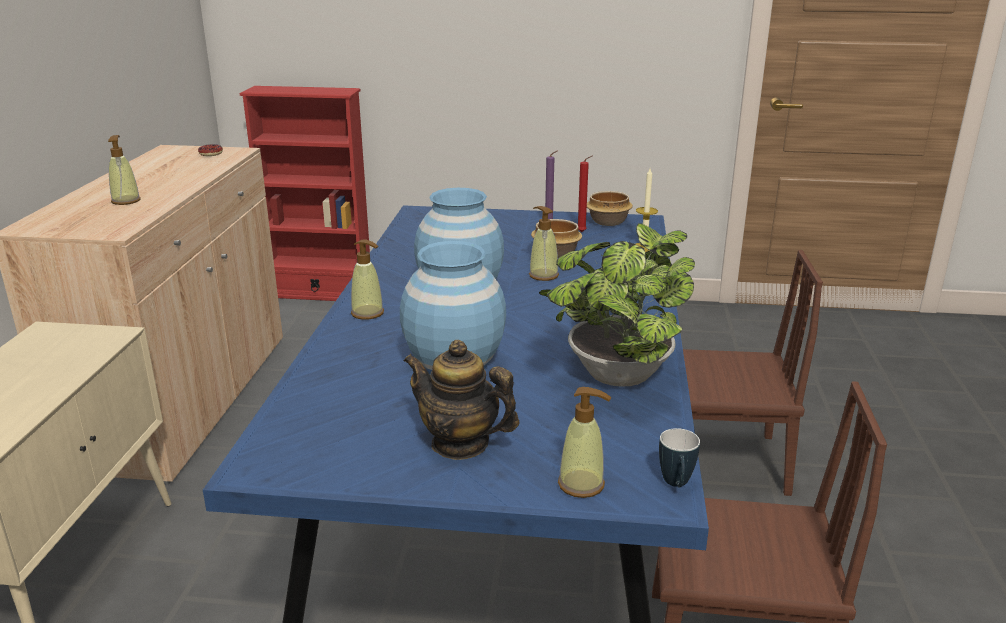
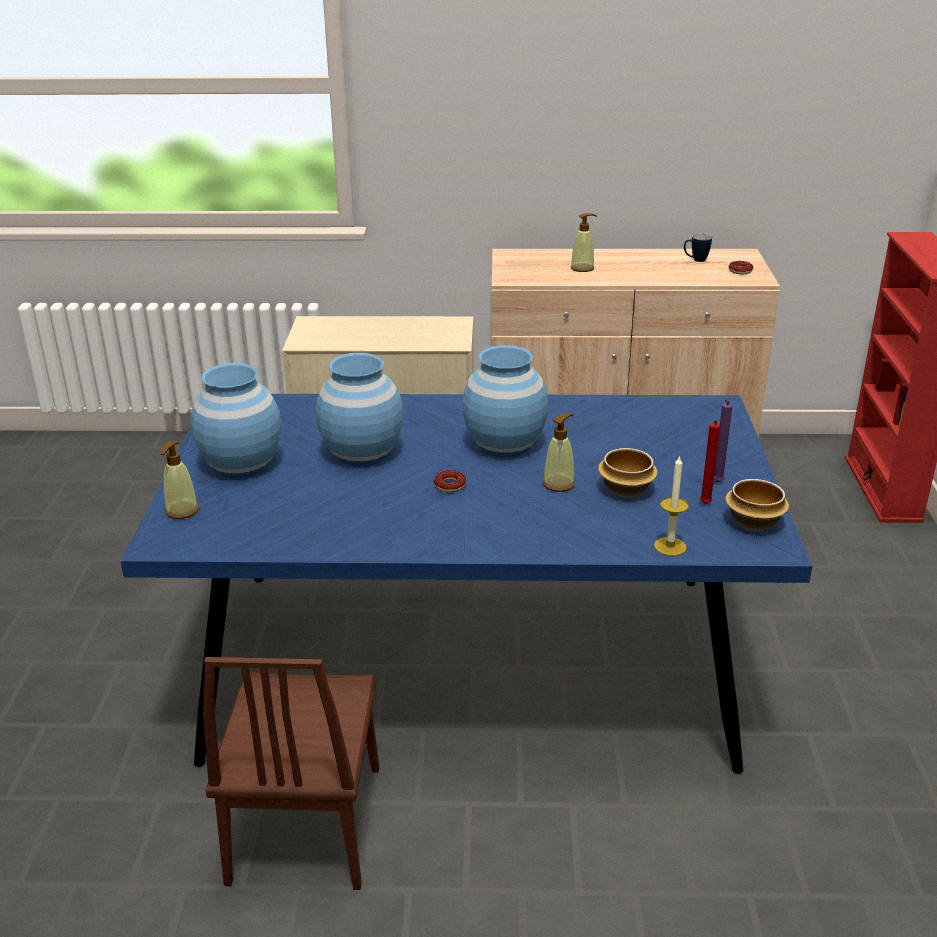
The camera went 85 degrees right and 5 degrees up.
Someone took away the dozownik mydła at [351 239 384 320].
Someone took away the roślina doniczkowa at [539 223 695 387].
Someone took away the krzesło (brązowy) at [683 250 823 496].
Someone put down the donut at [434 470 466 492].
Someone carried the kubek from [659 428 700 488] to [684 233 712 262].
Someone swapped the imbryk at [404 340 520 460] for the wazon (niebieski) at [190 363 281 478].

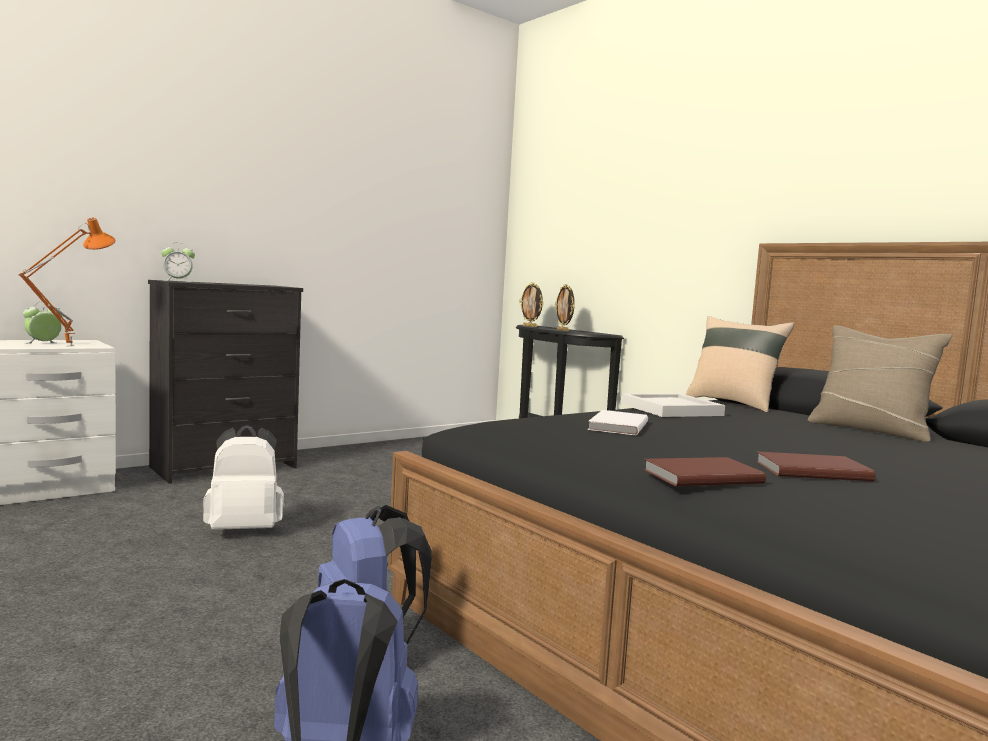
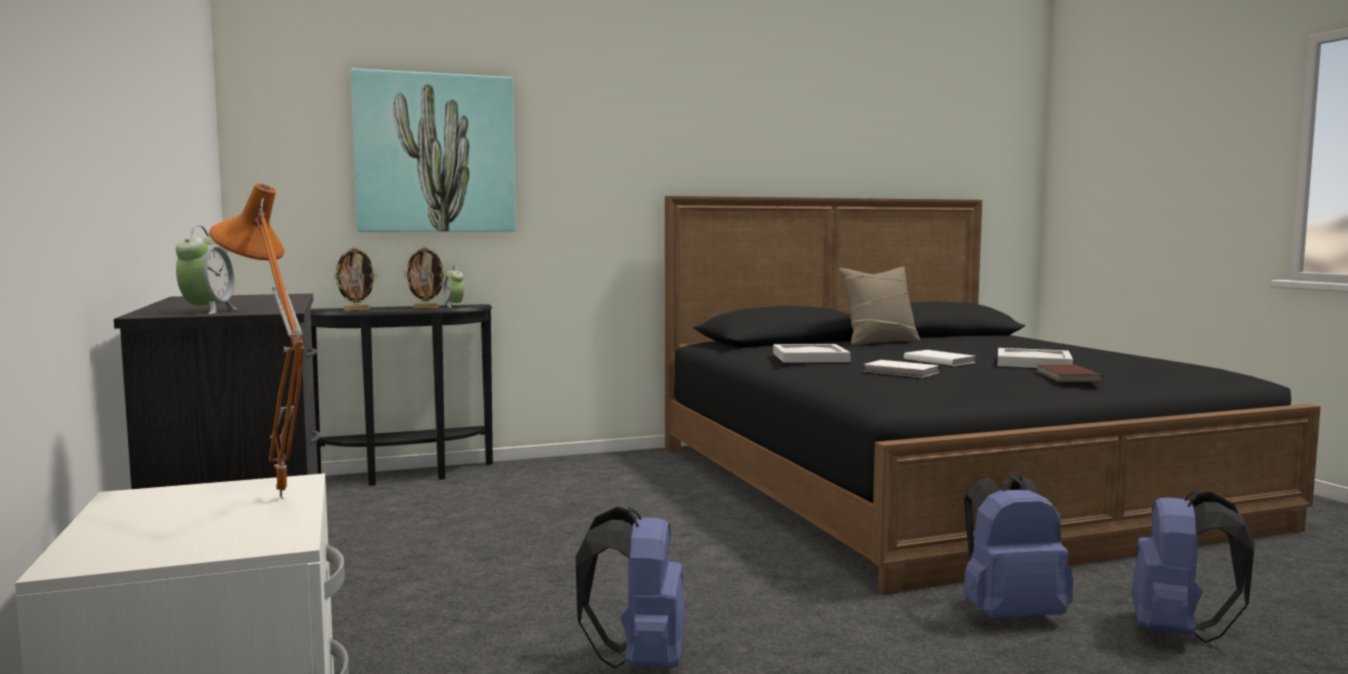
The camera went 70 degrees left and 0 degrees up.
Someone took away the poduszka (beżowy) at [686 316 794 412].
Someone put up the obraz at [351 68 516 232].
Someone put down the książka (biały) at [904 350 976 366].
Someone carried the budzik from [23 301 63 344] to [443 266 464 307].
Someone swapped the książka (brązowy) at [756 451 875 482] for the taca (biały) at [998 348 1073 368].
Someone repainted the plecak (biały) at [203 425 284 530], which became the plecak (niebieski) at [575 507 686 669].

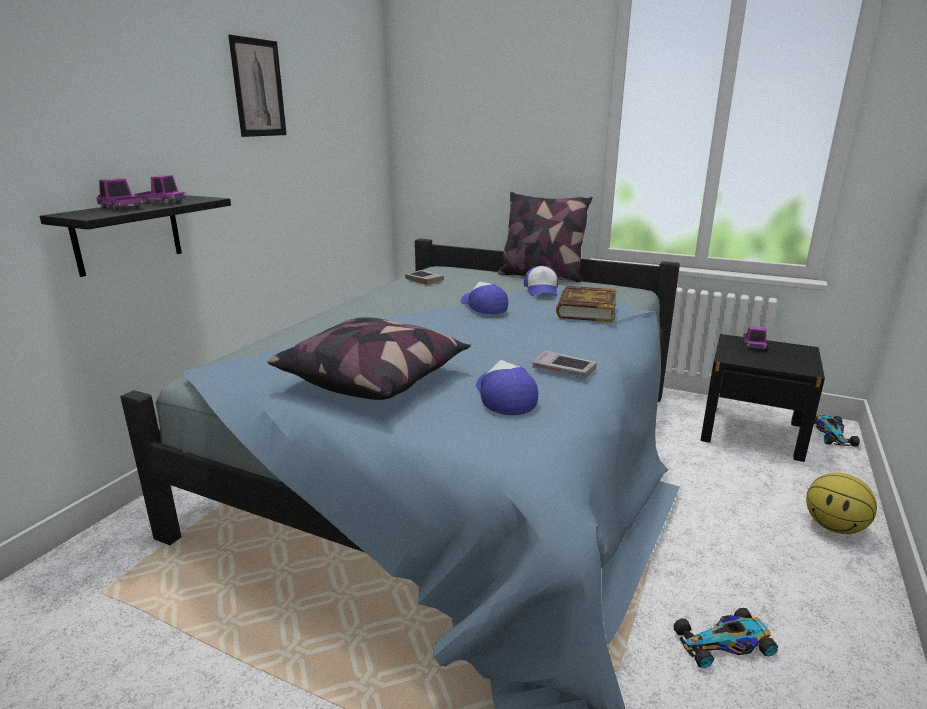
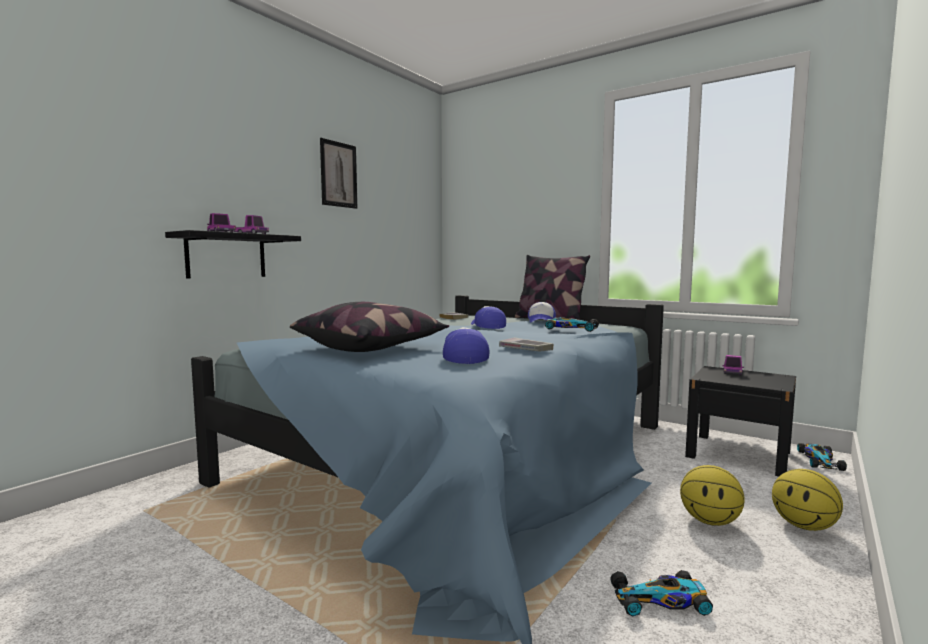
The camera went 10 degrees right and 15 degrees down.
Someone put down the piłka do koszykówki at [680 465 745 526].
Someone swapped the książka at [556 286 616 322] for the samochodzik at [545 317 599 332].

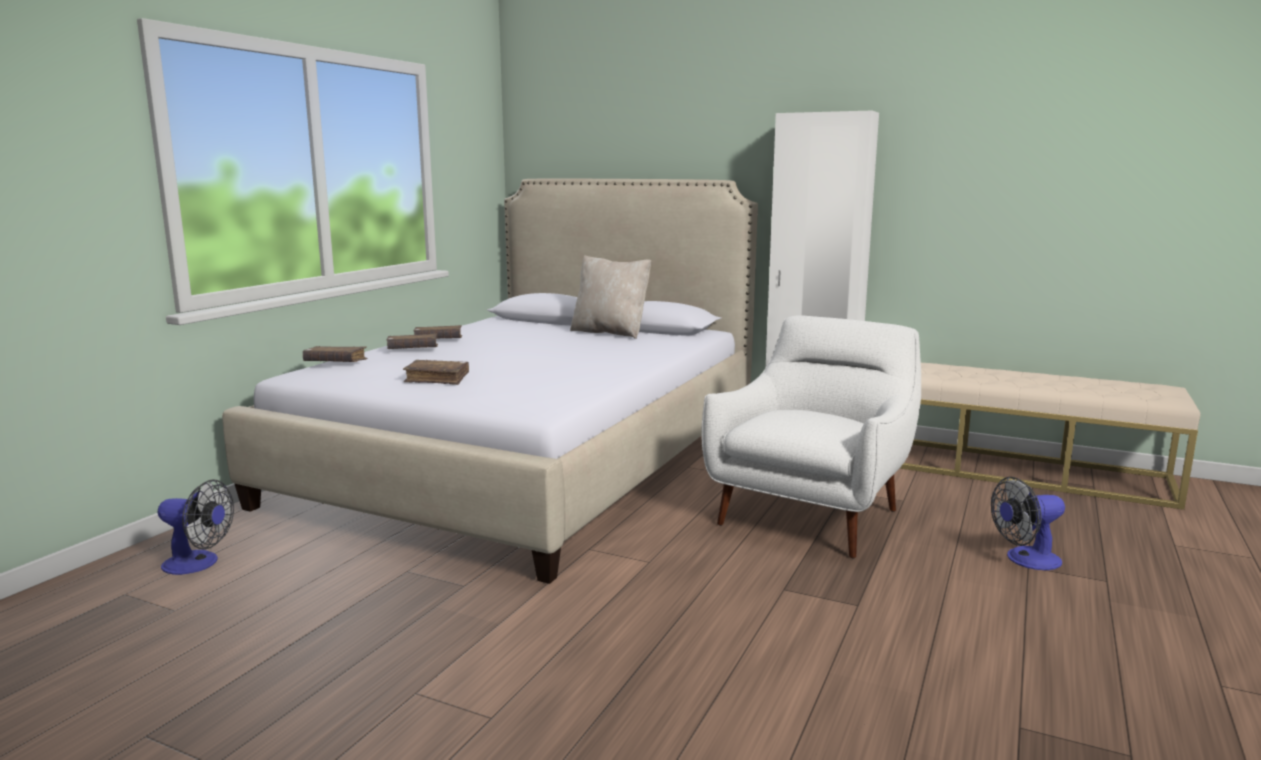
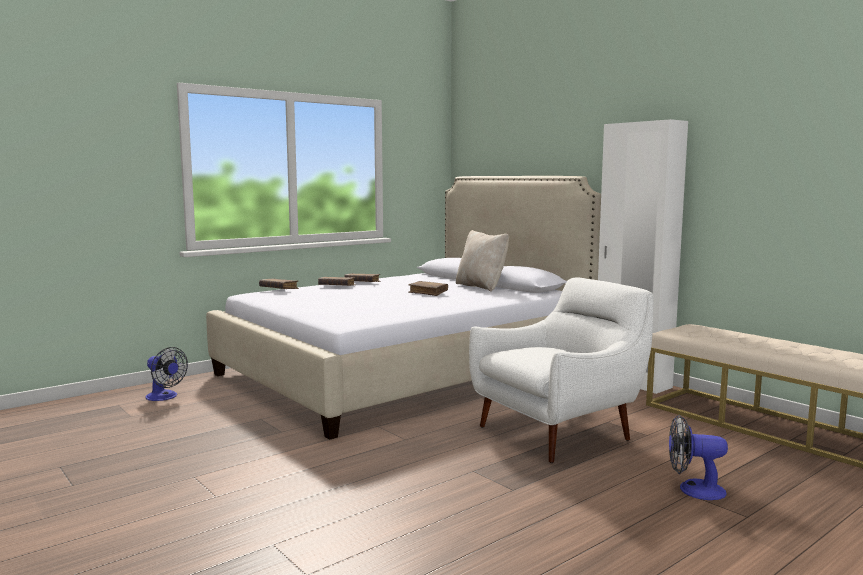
The camera went 25 degrees right and 5 degrees down.
Someone carried the książka (brązowy) from [403 360 469 385] to [408 281 448 296].

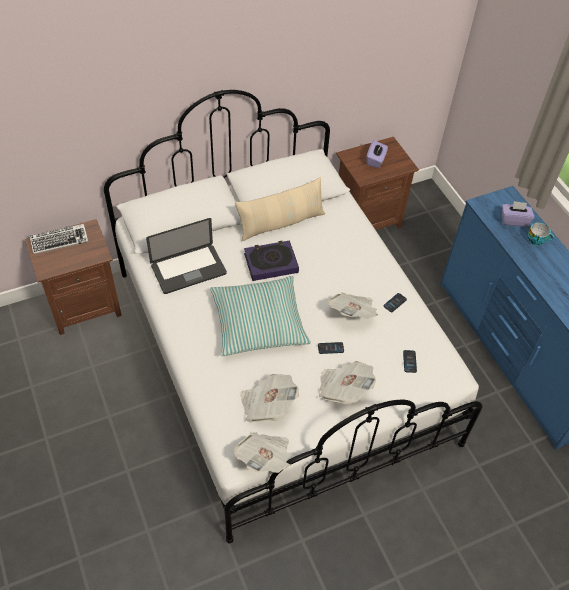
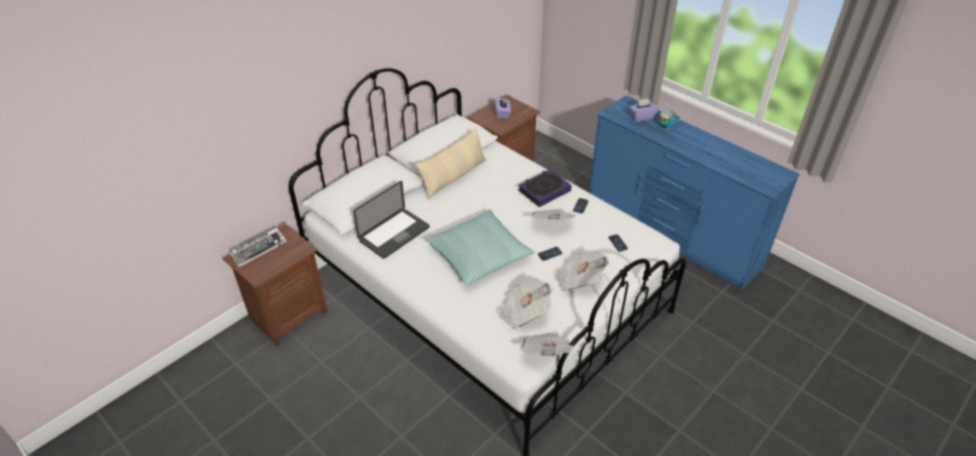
The camera went 20 degrees left and 10 degrees down.
Someone carried the książka from [244 240 299 281] to [518 169 572 207].

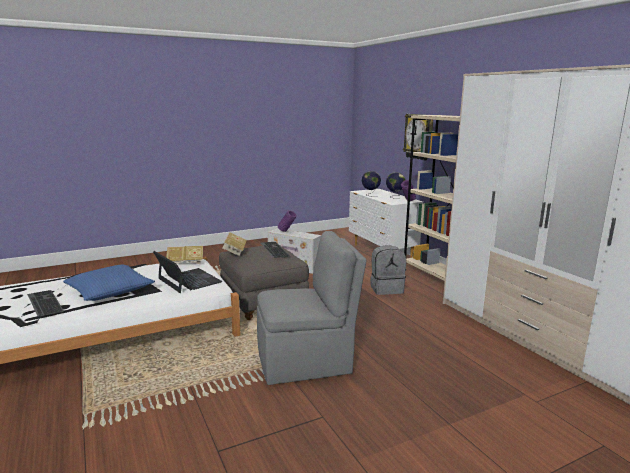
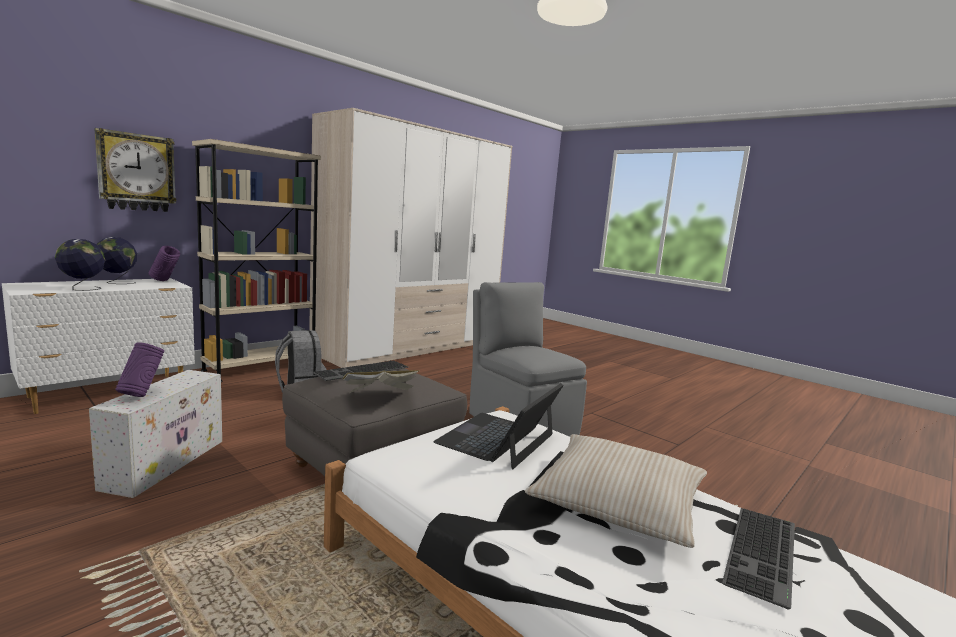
The camera went 110 degrees left and 5 degrees down.
Someone took away the książka at [166 246 203 264].
Someone repainted the poduszka (niebieski) at [63 265 155 301], which became the poduszka (beżowy) at [525 434 707 548].

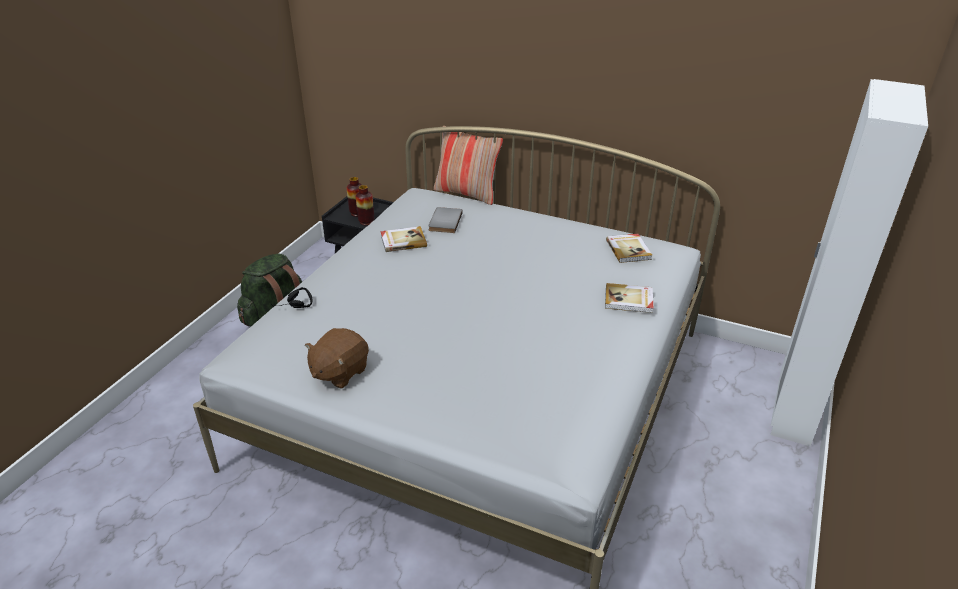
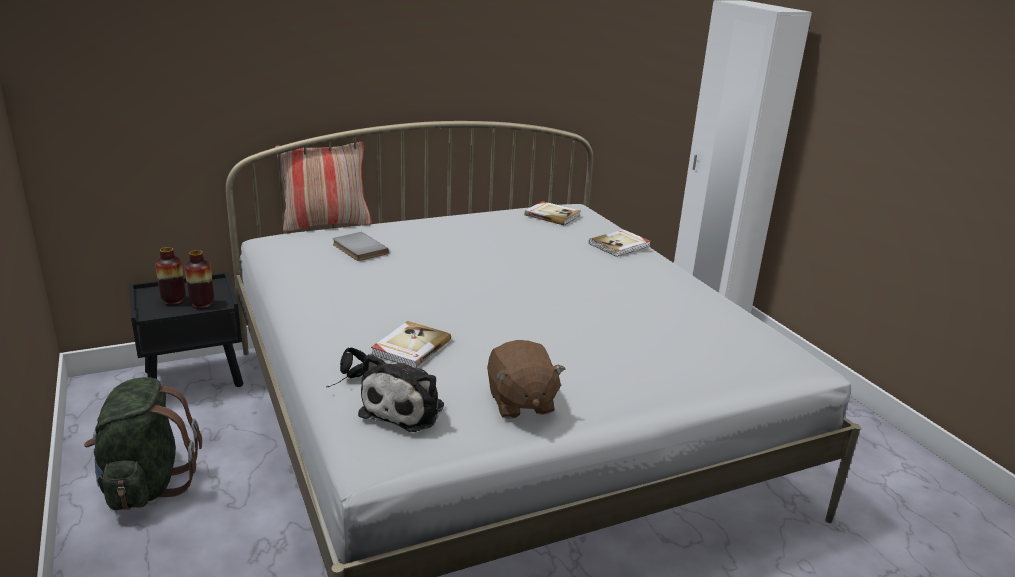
The camera went 50 degrees left and 10 degrees down.
Someone put down the pluszak at [358 354 444 432].
Someone carried the książka from [380 226 427 252] to [371 321 451 368].

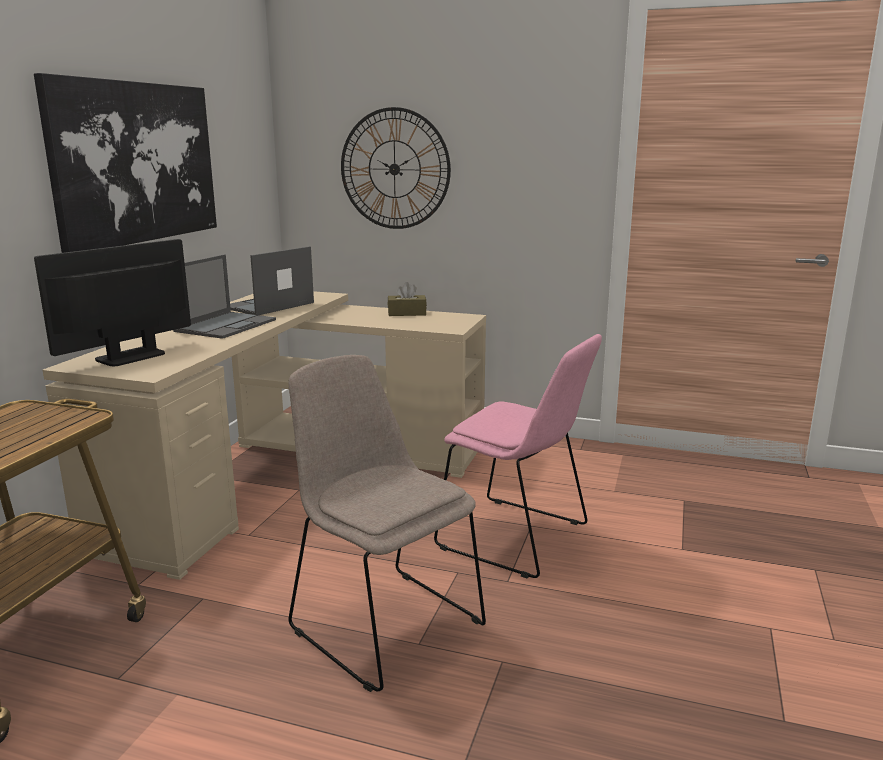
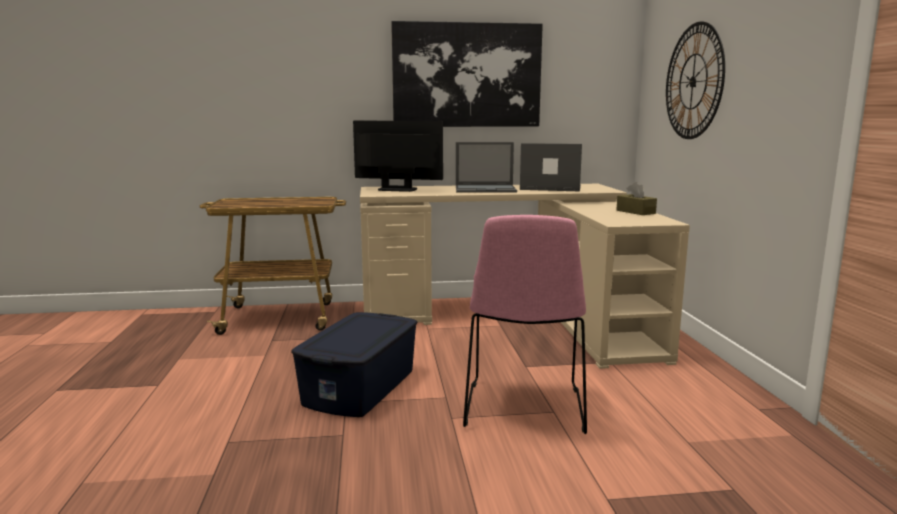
The camera went 65 degrees right and 5 degrees down.
Someone swapped the krzesło (beżowy) at [288 355 486 692] for the pojemnik do przechowywania (niebieski) at [291 312 417 417].

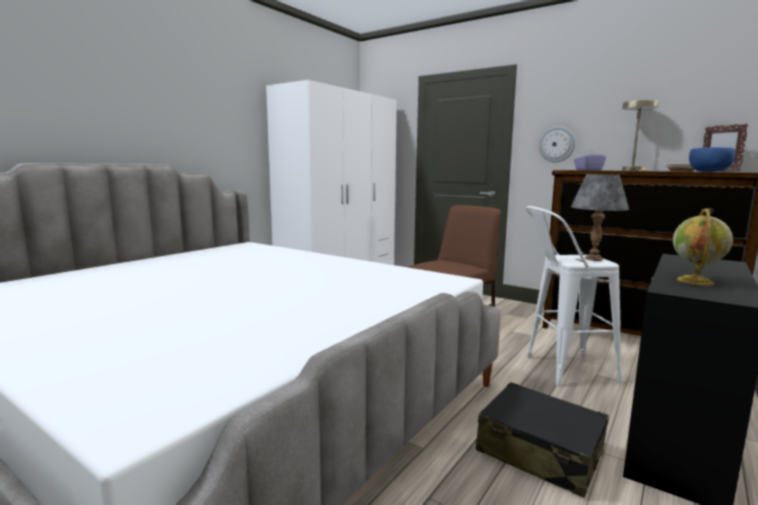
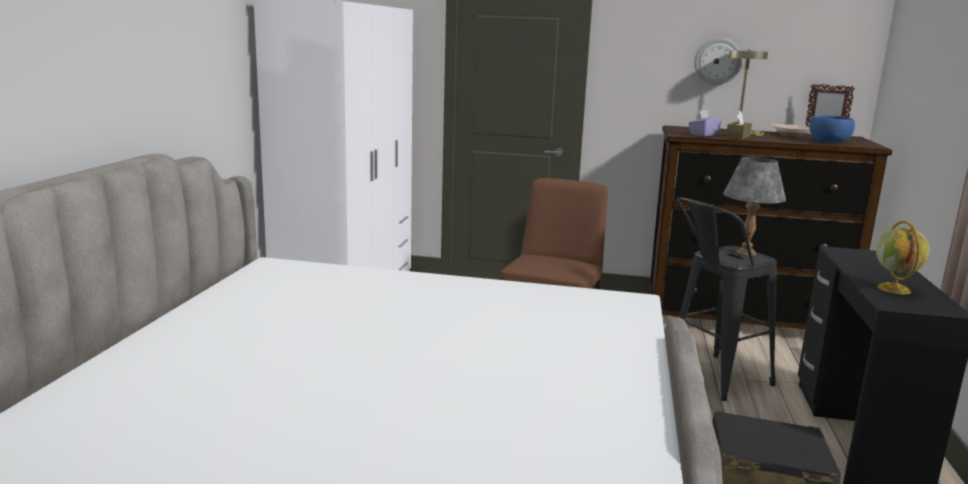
The camera went 25 degrees left and 5 degrees up.
Someone put down the pudełko chusteczek (brązowy) at [726 111 752 139].
Someone carried the zegar ścienny from [539 126 575 162] to [694 38 742 85].
Someone repainted the stołek (biały) at [526 206 622 386], which became the stołek (czarny) at [676 197 777 401].

